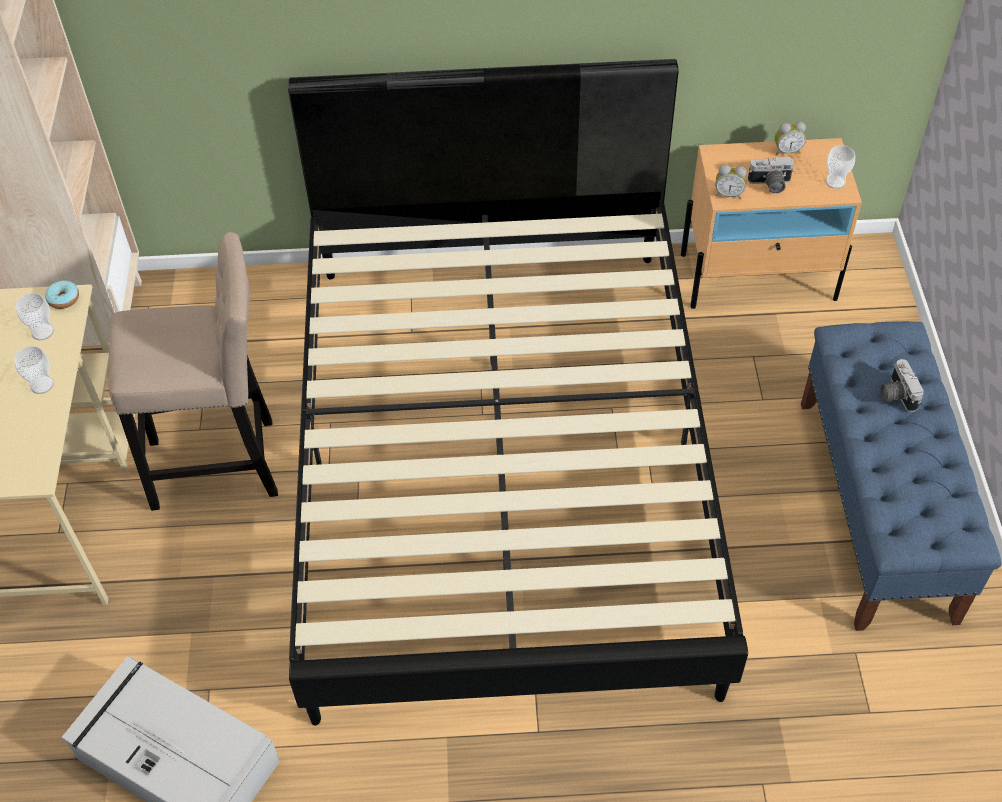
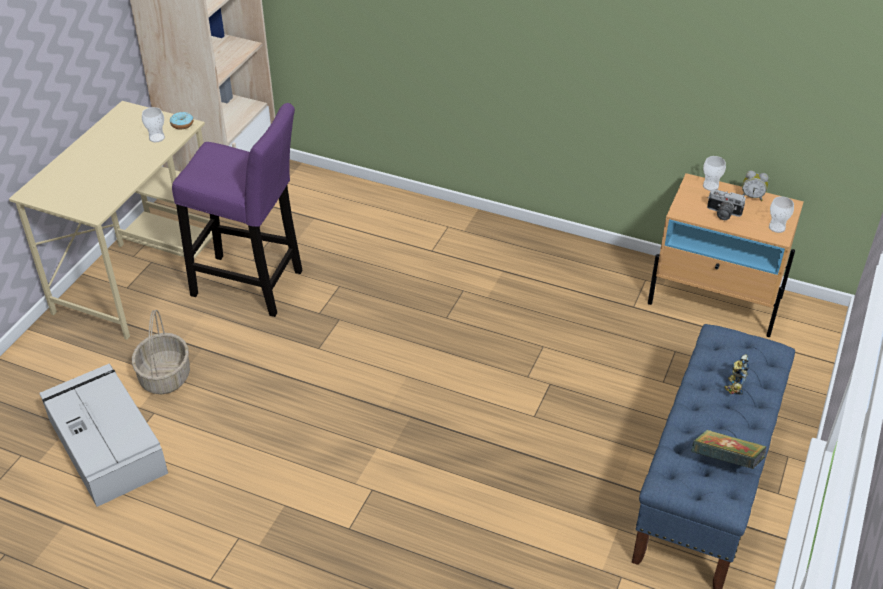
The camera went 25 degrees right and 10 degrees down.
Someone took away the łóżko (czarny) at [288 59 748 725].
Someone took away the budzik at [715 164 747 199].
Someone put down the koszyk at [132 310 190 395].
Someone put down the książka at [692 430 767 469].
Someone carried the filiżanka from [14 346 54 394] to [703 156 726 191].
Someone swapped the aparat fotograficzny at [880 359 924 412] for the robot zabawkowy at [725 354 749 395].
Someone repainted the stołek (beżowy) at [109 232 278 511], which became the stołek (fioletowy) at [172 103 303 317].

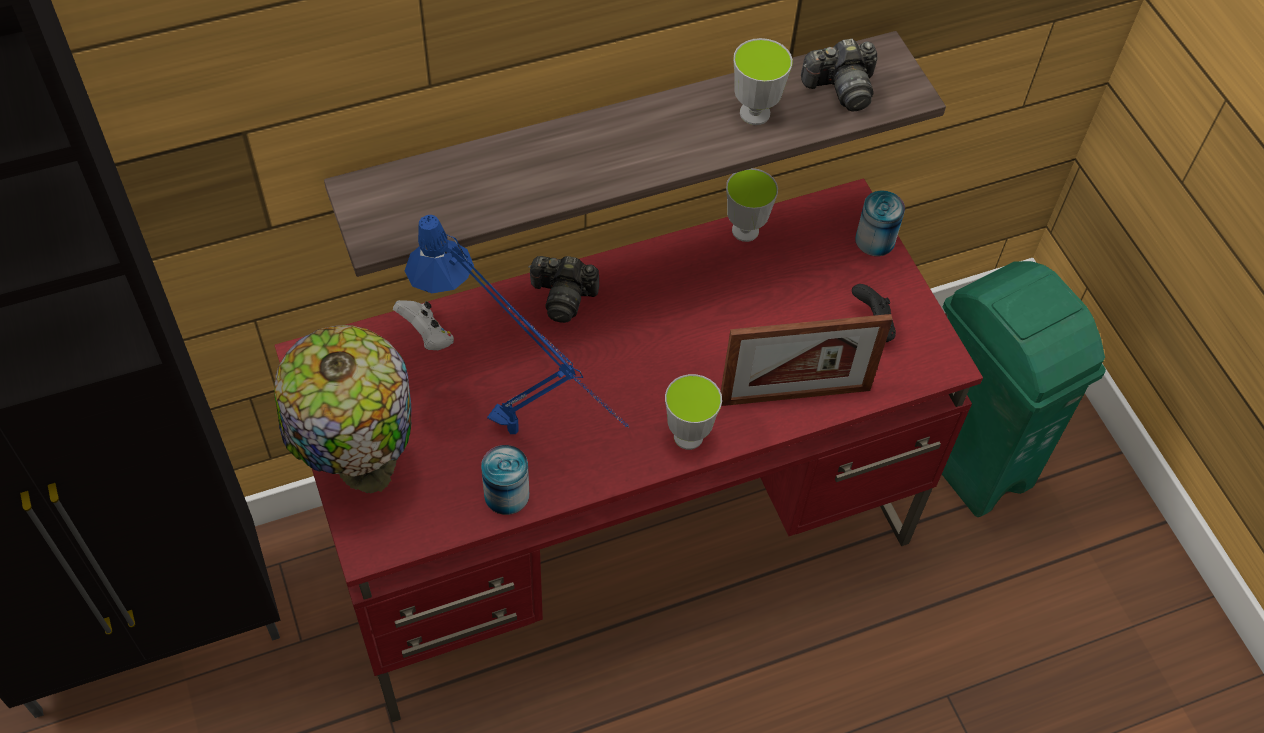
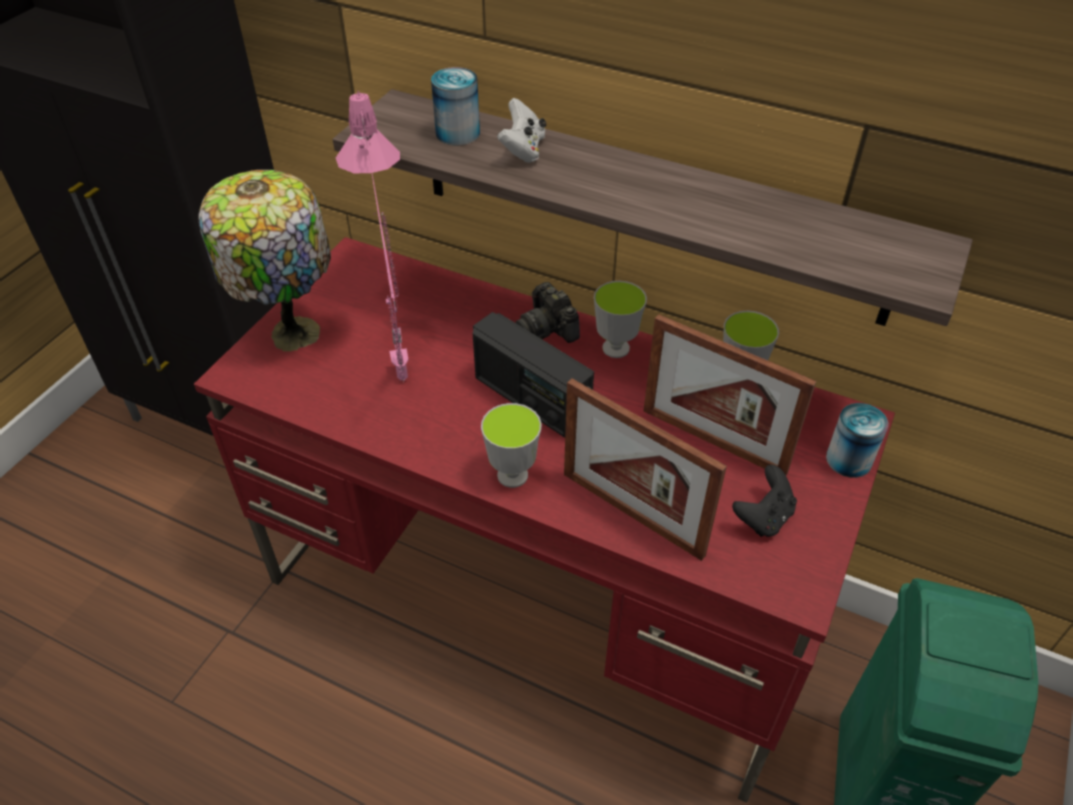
The camera went 50 degrees right and 10 degrees down.
Someone took away the aparat fotograficzny at [801 39 878 111].
Someone put down the radio at [473 312 594 438].
Someone put down the ramka na zdjęcie at [643 314 816 476].
Someone carried the pad do gier (biały) from [393 300 454 350] to [497 98 546 163].
Someone carried the puszka from [481 445 529 515] to [431 67 480 145].
Someone carried the filiżanka from [733 38 793 125] to [594 281 647 358].
Someone repainted the lampa stołowa (niebieski) at [405 215 629 434], which became the lampa stołowa (różowy) at [336 91 409 382].

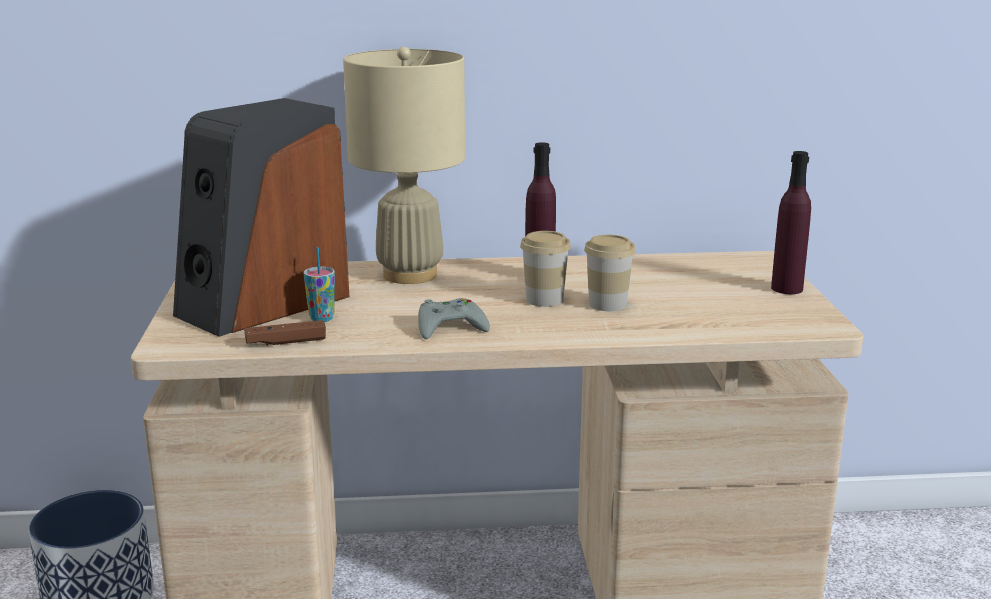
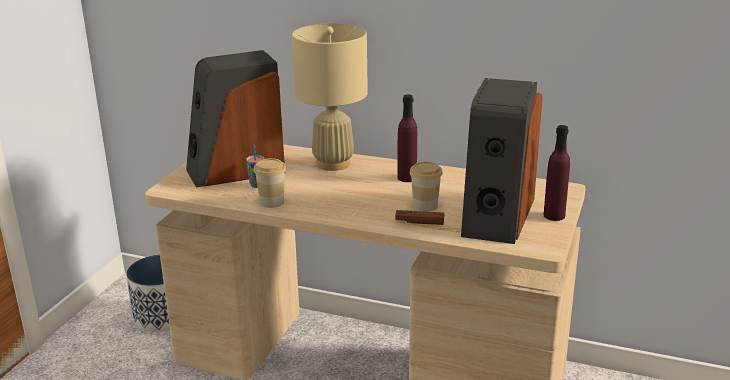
The camera went 25 degrees right and 5 degrees up.
Someone took away the pad do gier (szary) at [418 298 490 339].
Someone put down the głośnik at [461 78 543 244].
Someone carried the pad do gier (brązowy) from [244 320 326 346] to [395 210 444 225].
Someone carried the filiżanka from [520 231 571 307] to [254 158 286 208].

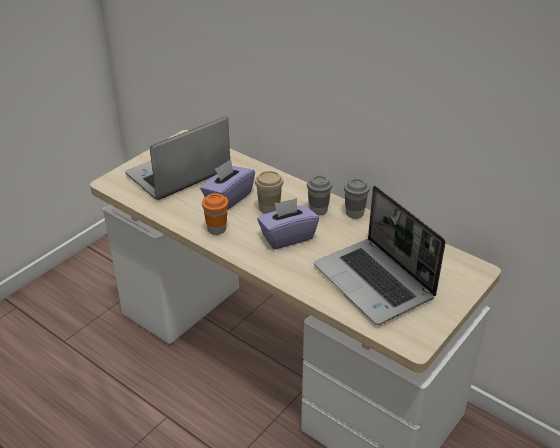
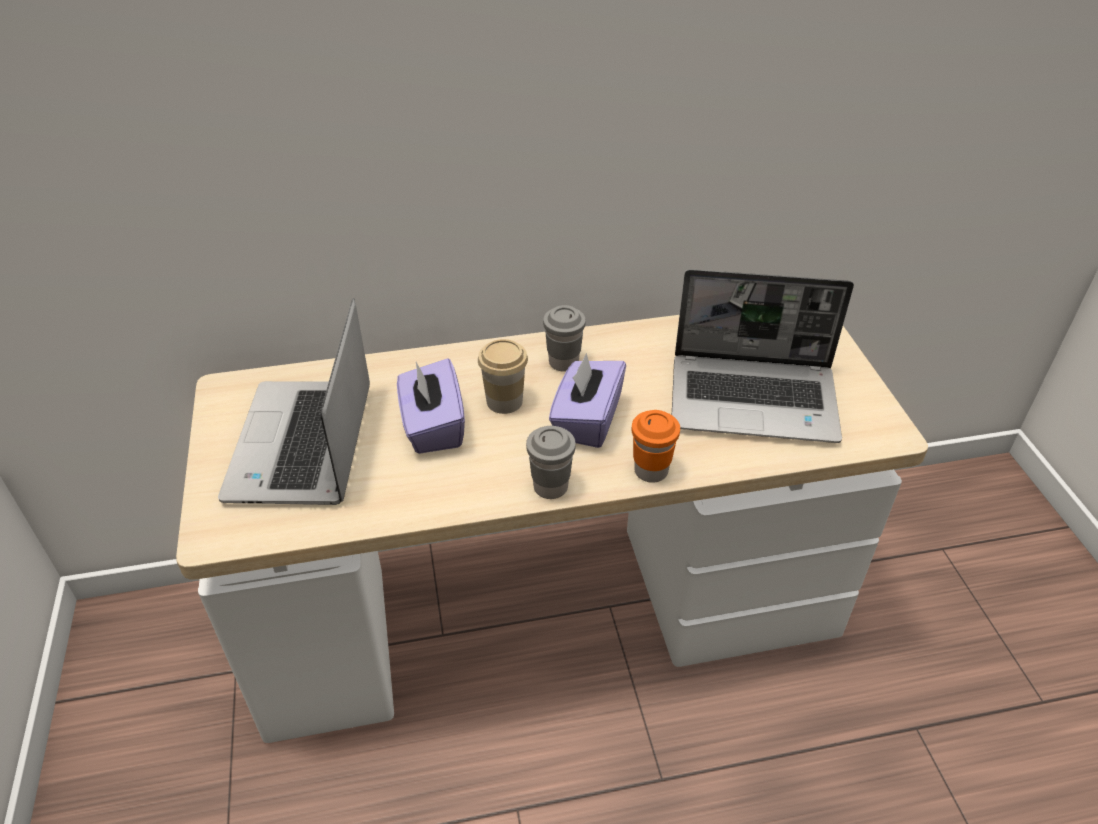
The camera went 50 degrees left and 5 degrees up.
Someone carried the filiżanka (pomarańczowy) from [202 193 228 235] to [632 410 680 483].
Someone carried the filiżanka (szary) from [344 178 370 219] to [526 426 576 499].

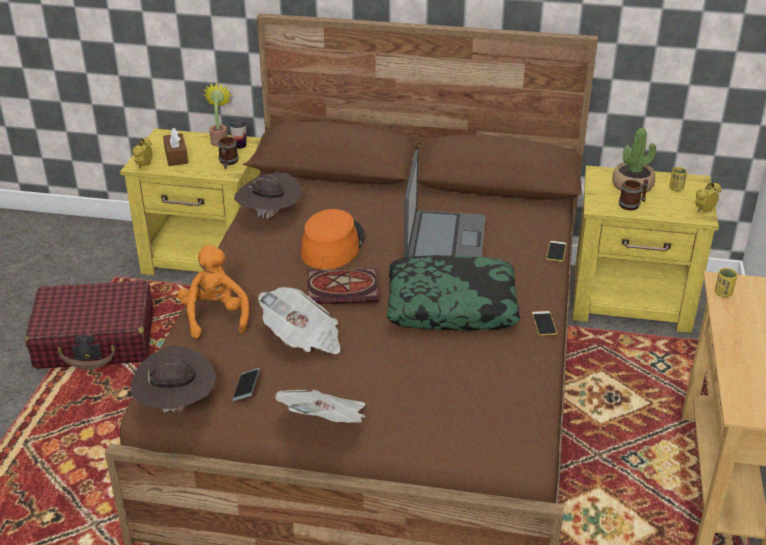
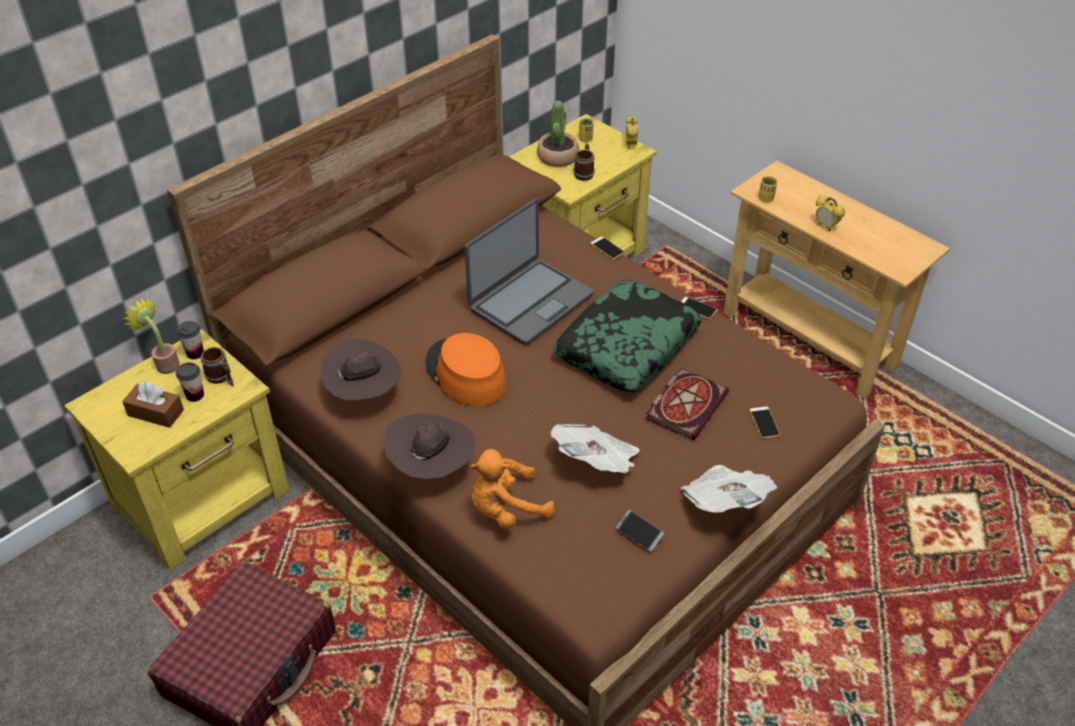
The camera went 55 degrees left and 10 degrees up.
Someone put down the filiżanka at [176 362 204 402].
Someone put down the telefon at [749 406 780 439].
Someone carried the kapelusz (brązowy) from [130 345 216 413] to [384 413 475 479].
Someone carried the budzik from [132 137 152 169] to [816 196 845 231].
Someone carried the książka from [307 268 379 304] to [646 368 729 440].
Someone rotated the pluszak (pomarańczowy) at [177 245 249 339] by 45 degrees counterclockwise.
Someone rotated the laptop at [404 149 485 257] by 90 degrees clockwise.

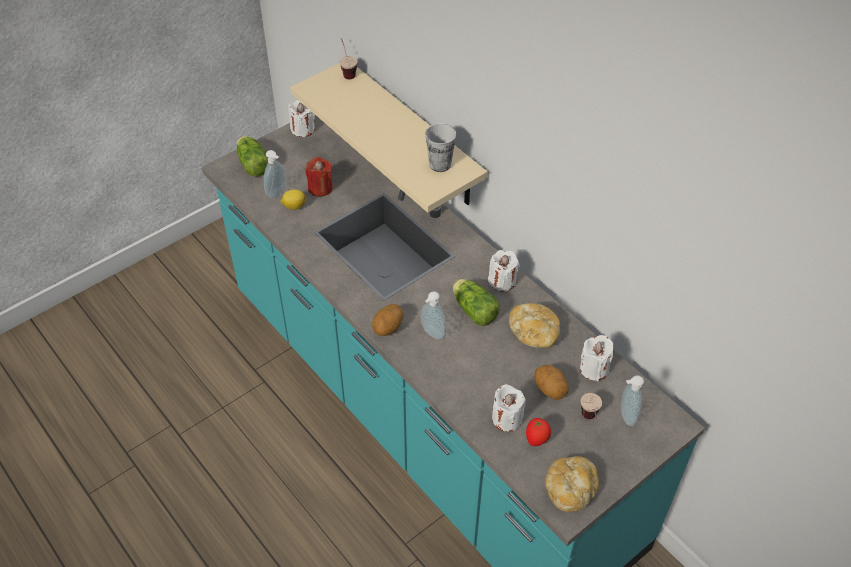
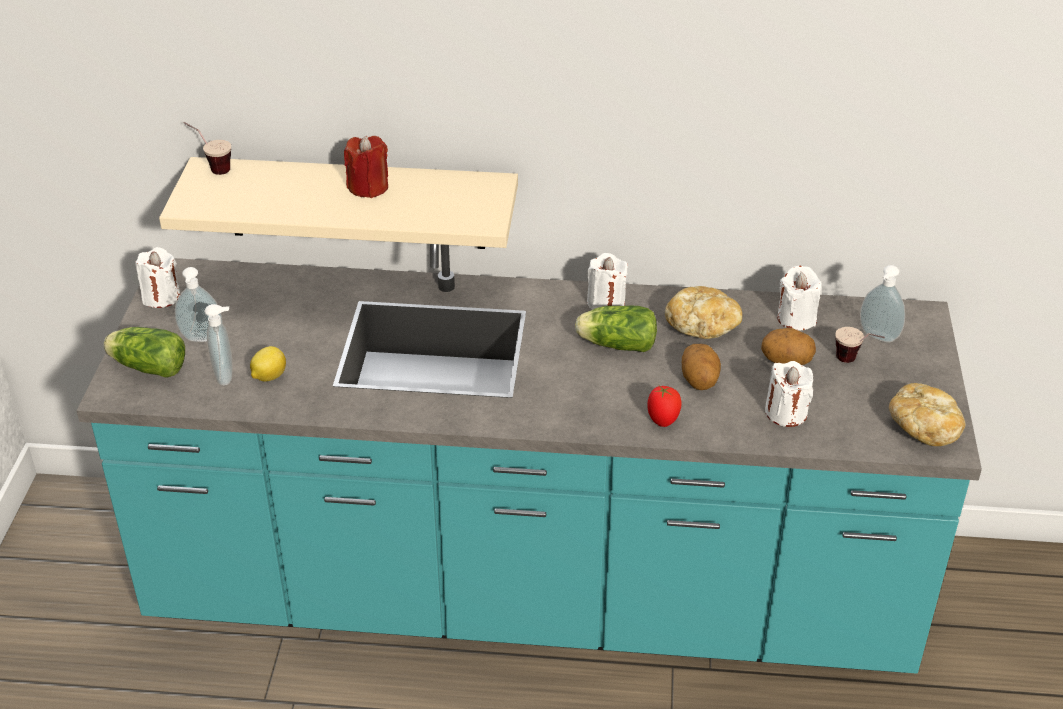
The camera went 45 degrees left and 10 degrees down.
Someone took away the filiżanka at [425 123 456 172].
Someone carried the świeca (czerwony) from [305 157 333 197] to [344 136 388 198].
Someone carried the ziemniak from [372 304 404 336] to [682 344 721 390].
Someone carried the dozownik mydła from [421 292 447 340] to [175 267 223 342].
Someone carried the pomidor from [526 418 551 446] to [648 385 681 427].

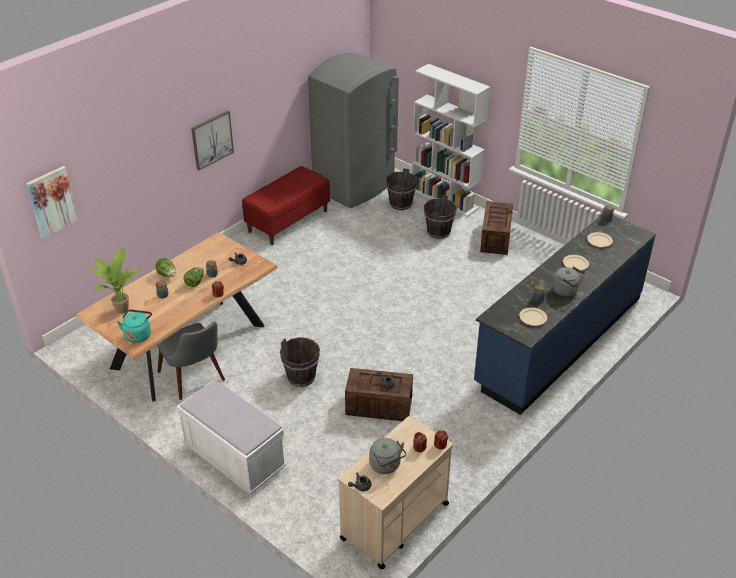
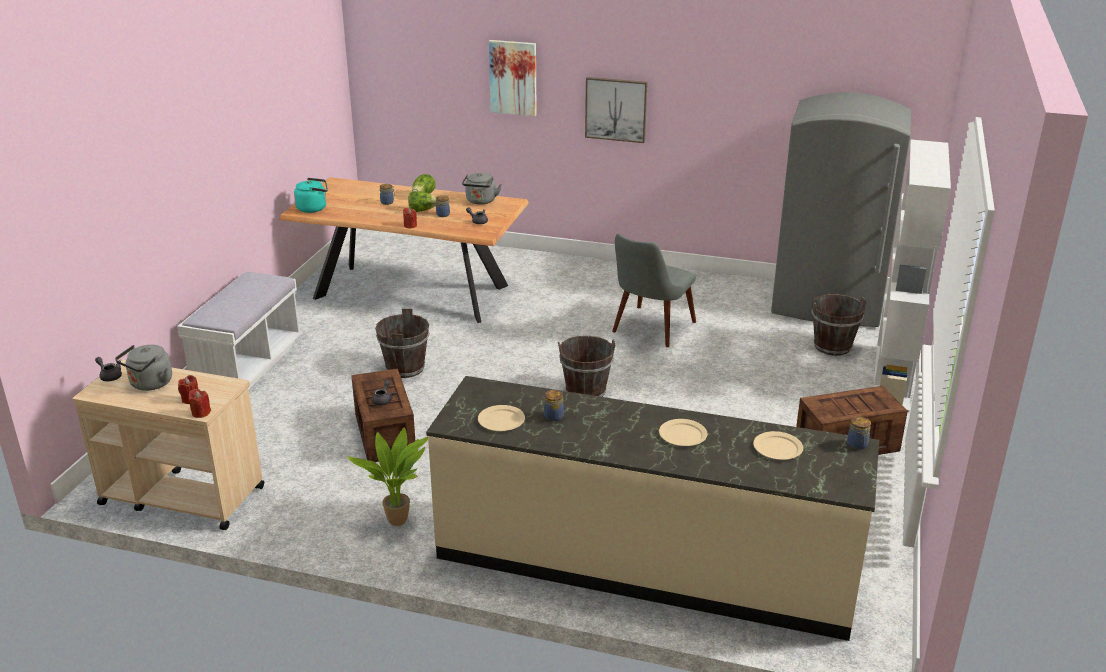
The camera went 65 degrees right and 10 degrees down.
Someone took away the ławka (czerwony) at [242 166 330 245].
Someone carried the obraz from [26 166 78 238] to [489 40 537 116].
Someone carried the roślina doniczkowa from [90 246 141 314] to [347 428 428 526].
Someone carried the krzesło (szary) from [156 321 225 400] to [612 234 696 347].
Someone carried the wiadro (brązowy) from [424 195 457 239] to [558 336 615 397].
Someone carried the czajnik (szary) from [552 266 585 296] to [462 173 502 205].
Someone repainted the zabudowa kuchenna (niebieski) at [474 215 656 415], which became the zabudowa kuchenna (beżowy) at [426 376 879 641].

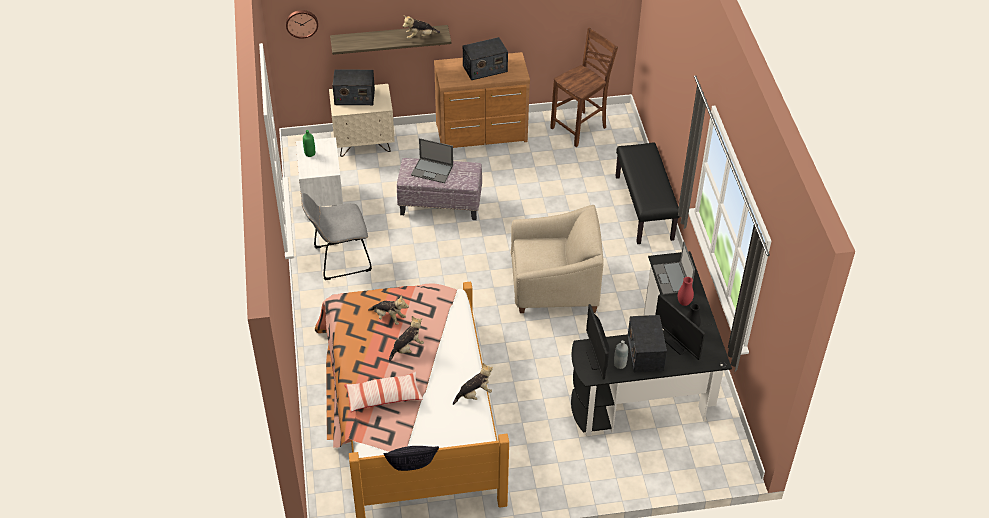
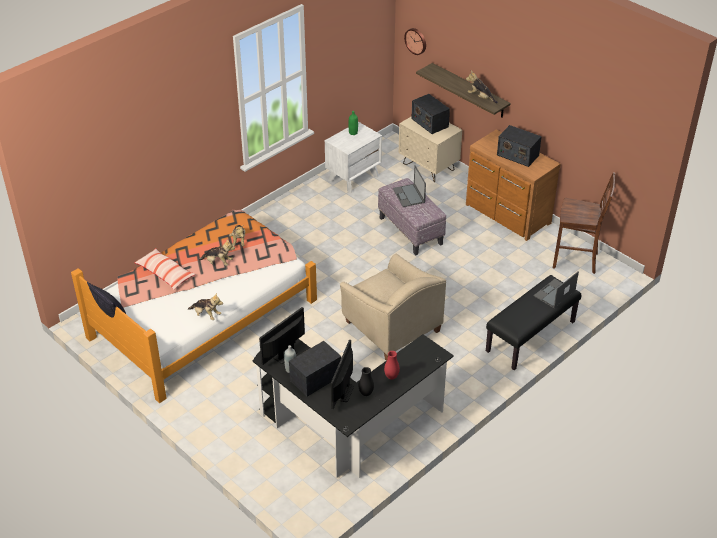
The camera went 55 degrees right and 5 degrees down.
Someone took away the krzesło (szary) at [301 193 372 280].
Someone carried the laptop from [653 242 695 295] to [534 271 579 308].

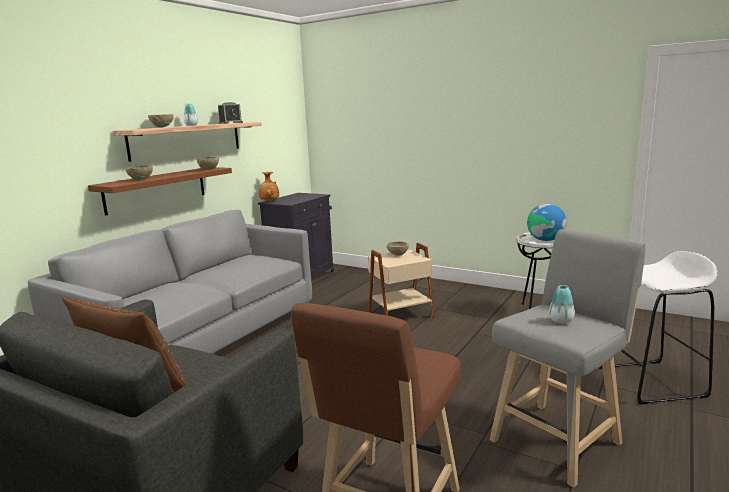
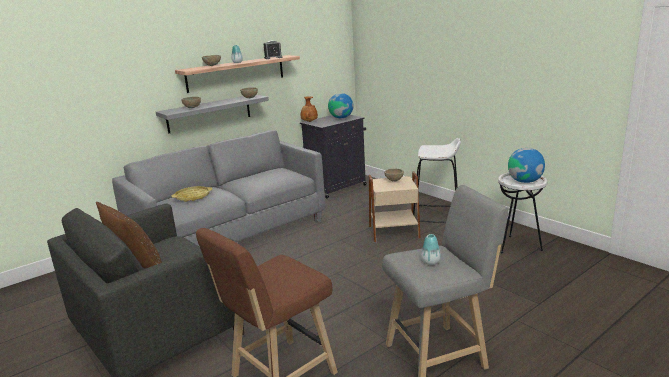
The camera went 20 degrees right and 5 degrees up.
Someone put down the taca (żółty) at [171 186 212 202].
Someone put down the globus at [328 93 353 118].
Someone carried the stołek (biały) from [599 251 718 405] to [413 138 461 223].
Someone repainted the półka (brązowy) at [88 167 232 216], which became the półka (szary) at [156 95 269 134].

